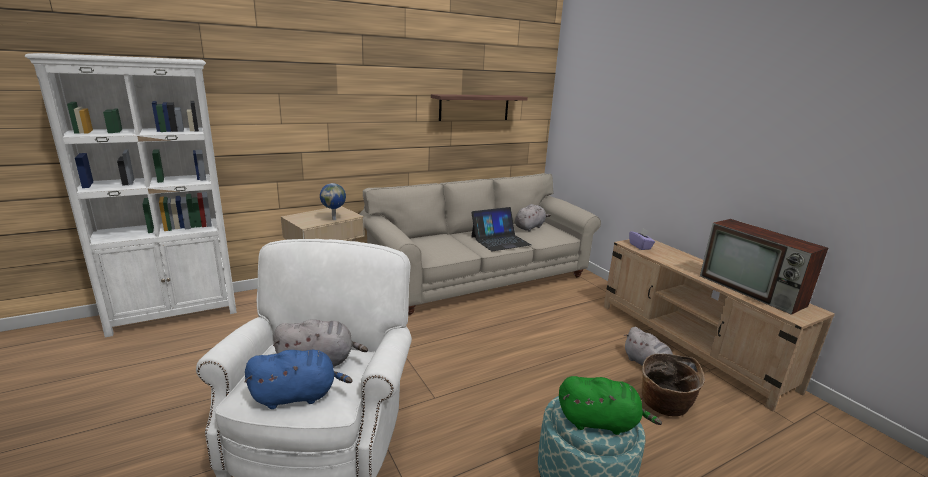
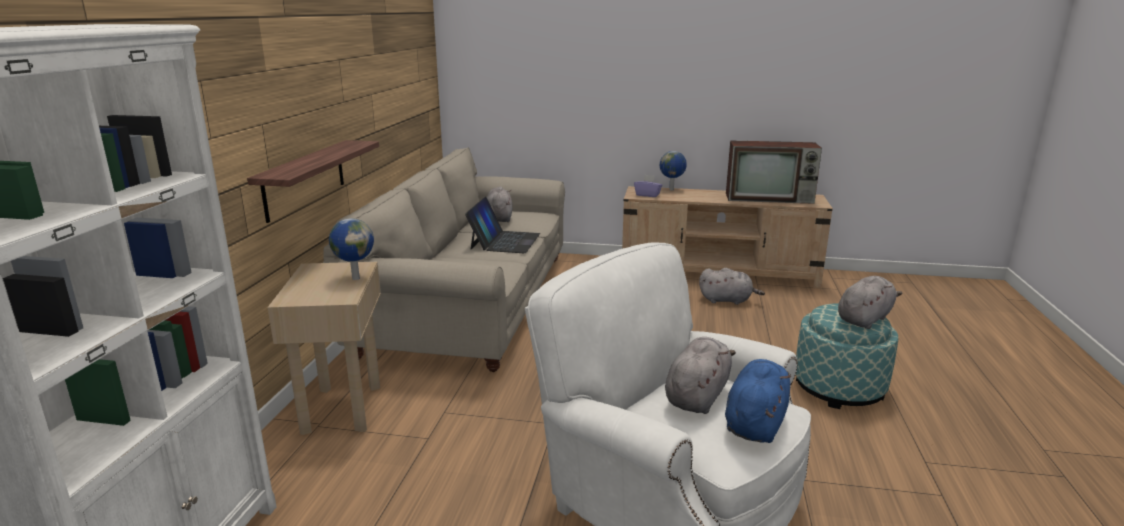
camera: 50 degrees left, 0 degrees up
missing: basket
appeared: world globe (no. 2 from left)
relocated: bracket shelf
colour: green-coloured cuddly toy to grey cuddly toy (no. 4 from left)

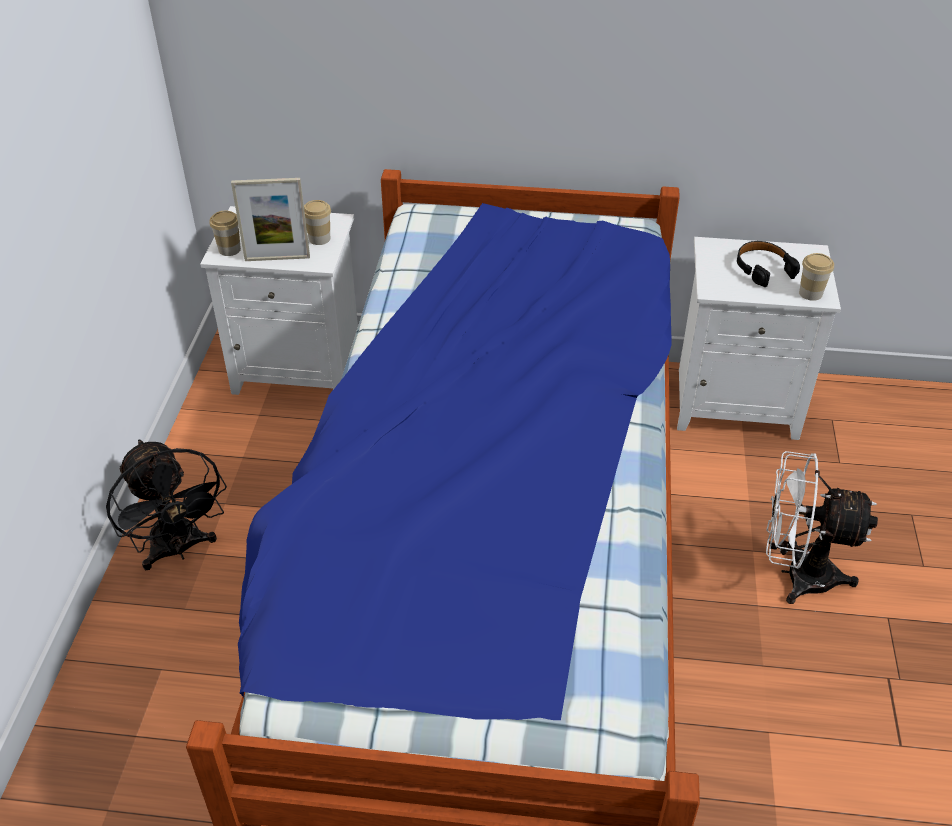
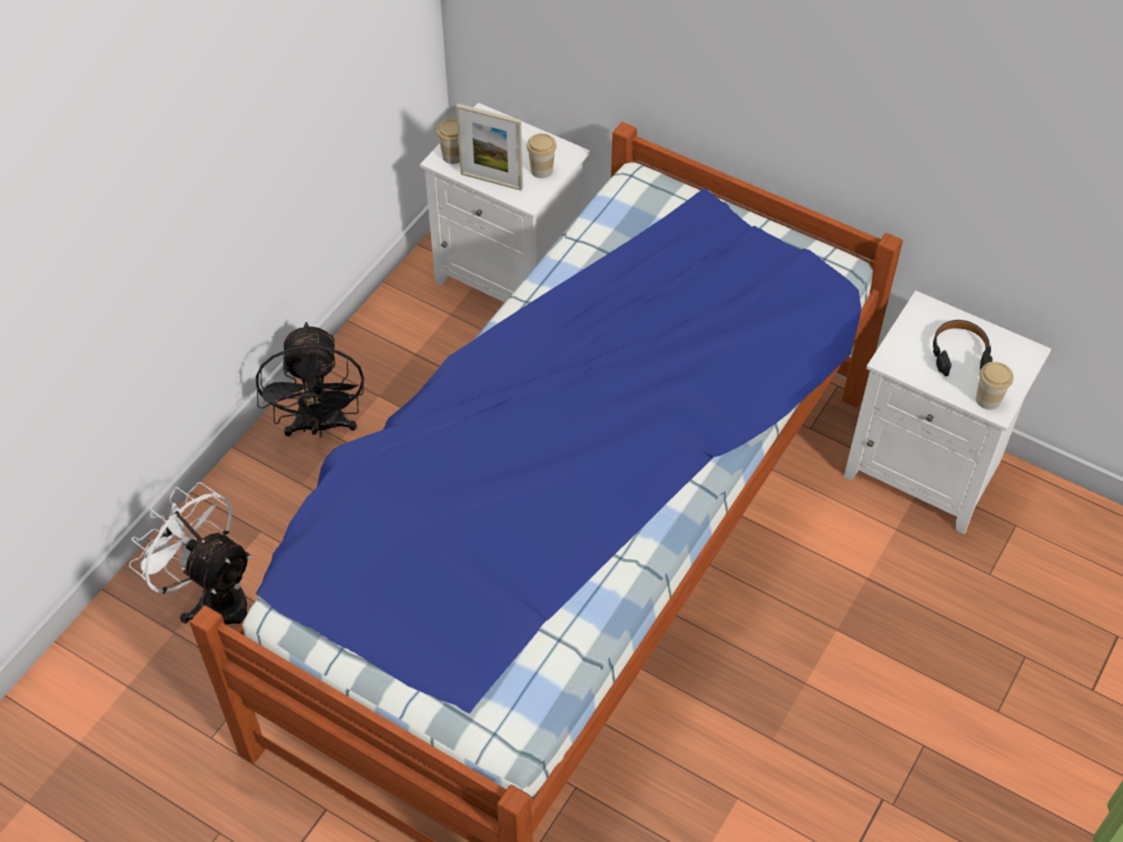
camera: 25 degrees right, 10 degrees up
relocated: white cooling fan

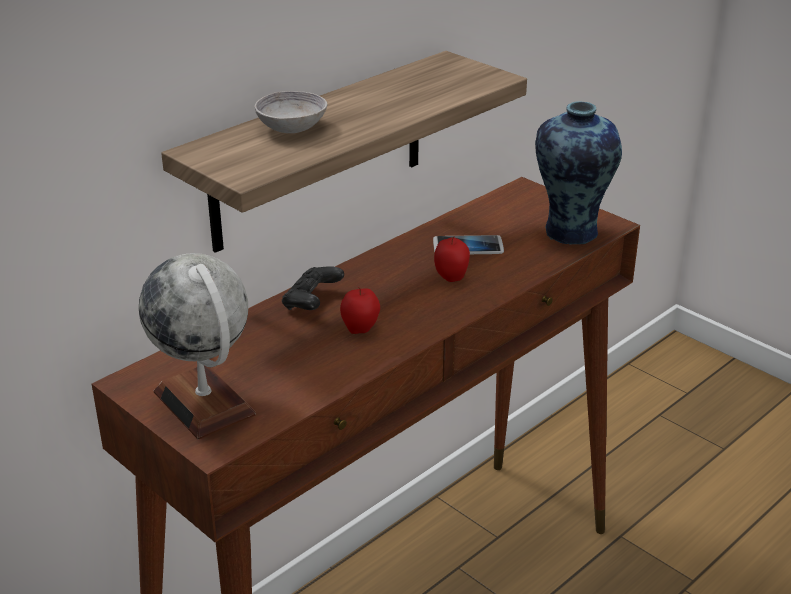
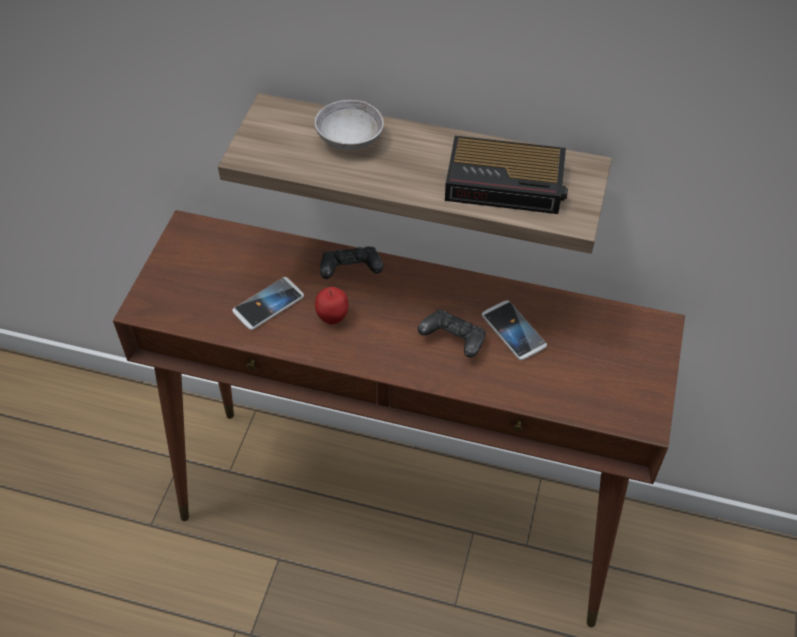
camera: 60 degrees right, 20 degrees up
missing: world globe; decorative vase
appeared: telephone (no. 1 from left); bedside clock
exchanged: whole apple (no. 2 from left) to black-coloured gamepad (no. 2 from left)

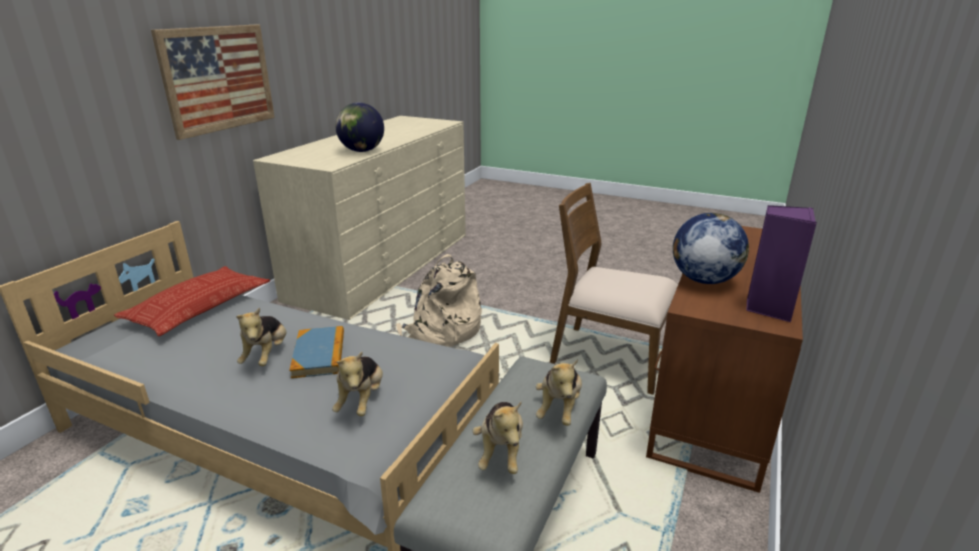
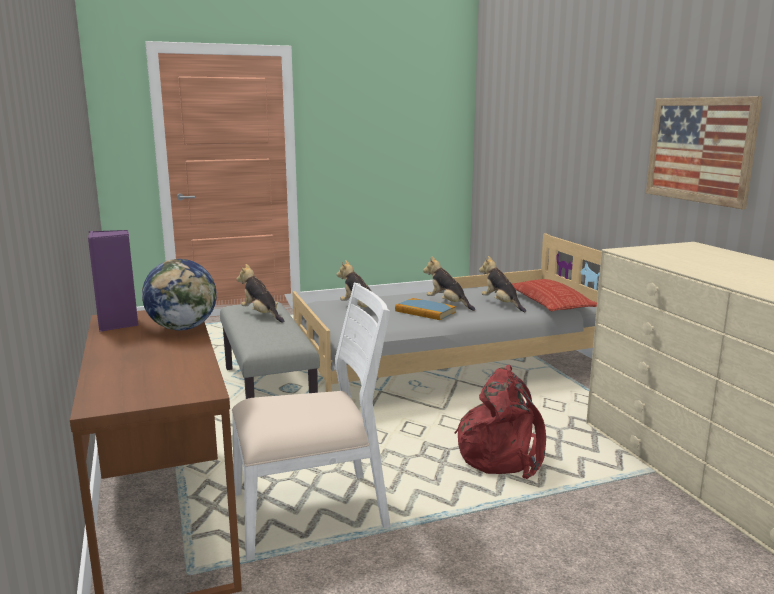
camera: 135 degrees right, 10 degrees down
missing: world globe (no. 1 from left)
relocated: cuddly toy (no. 4 from left)
colour: brown plain chair to white plain chair; sand-coloured backpack to red backpack

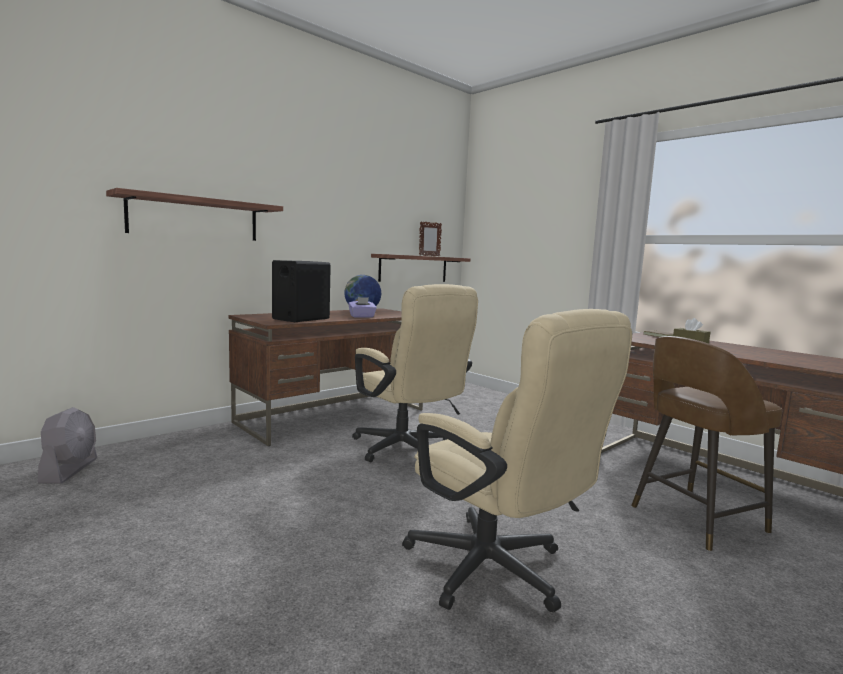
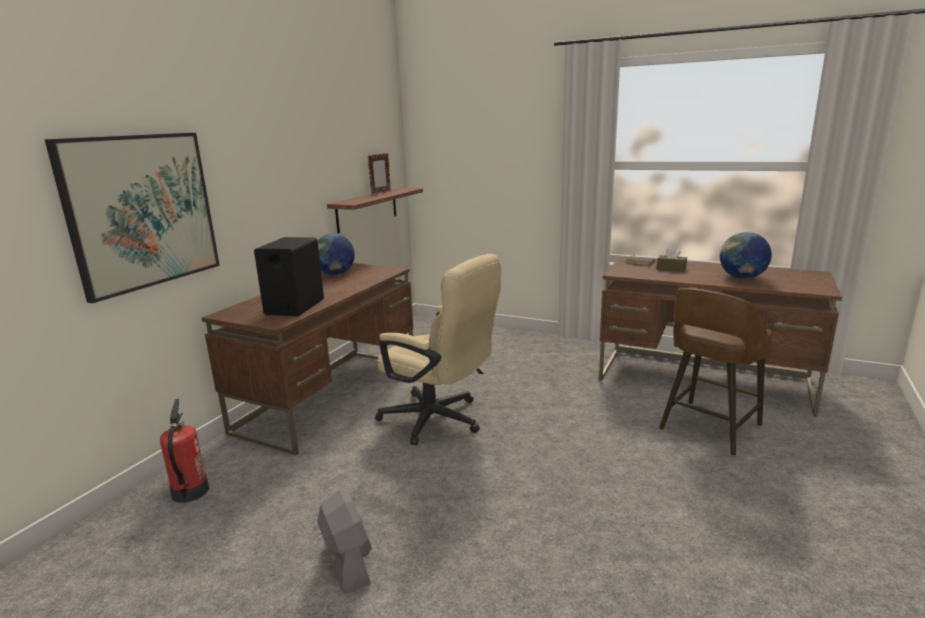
camera: 20 degrees left, 10 degrees up
missing: purplish tissue holder; sand-coloured office chair (no. 2 from left)
appeared: fire extinguisher; world globe (no. 2 from left)
relocated: grey cooling fan
exchanged: bracket shelf (no. 1 from left) to wall picture

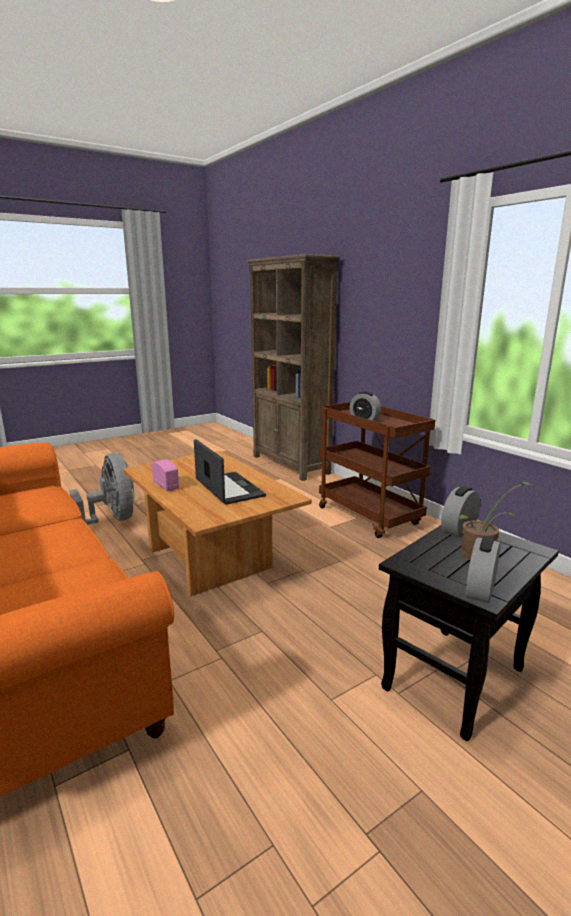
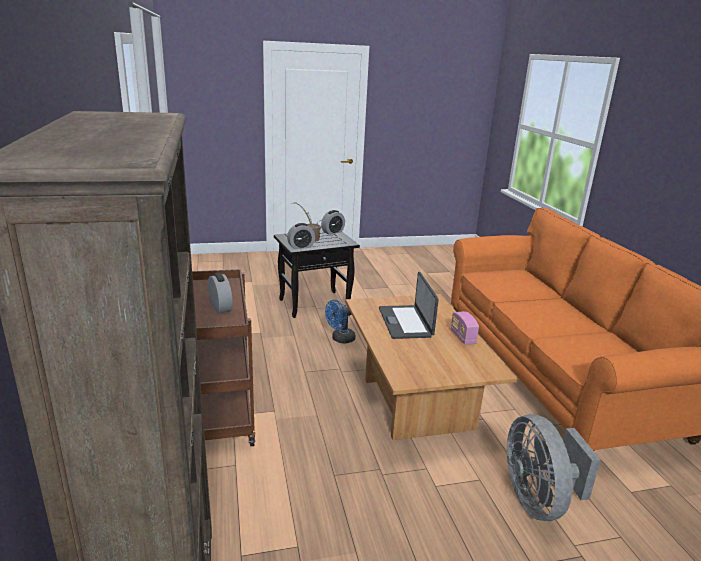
camera: 160 degrees left, 5 degrees up
appeared: blue cooling fan

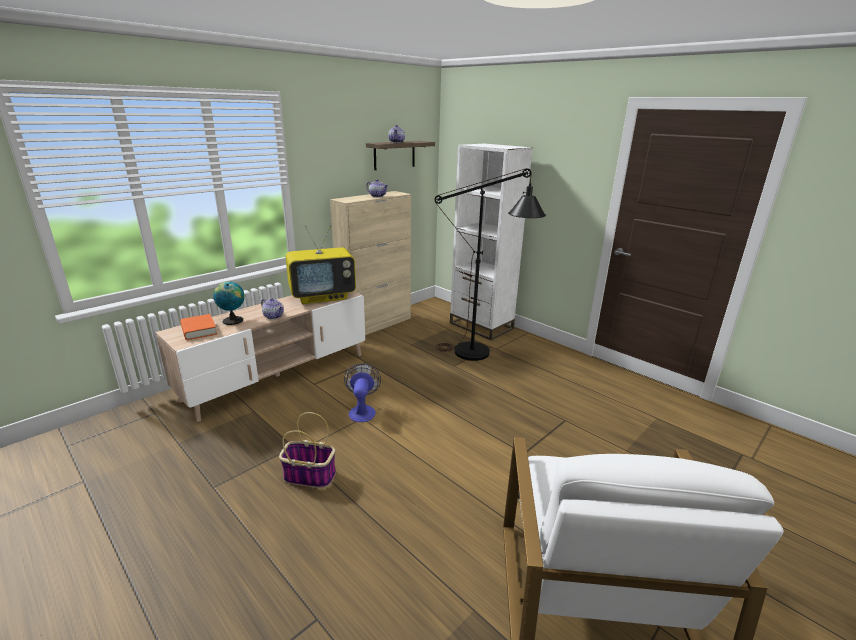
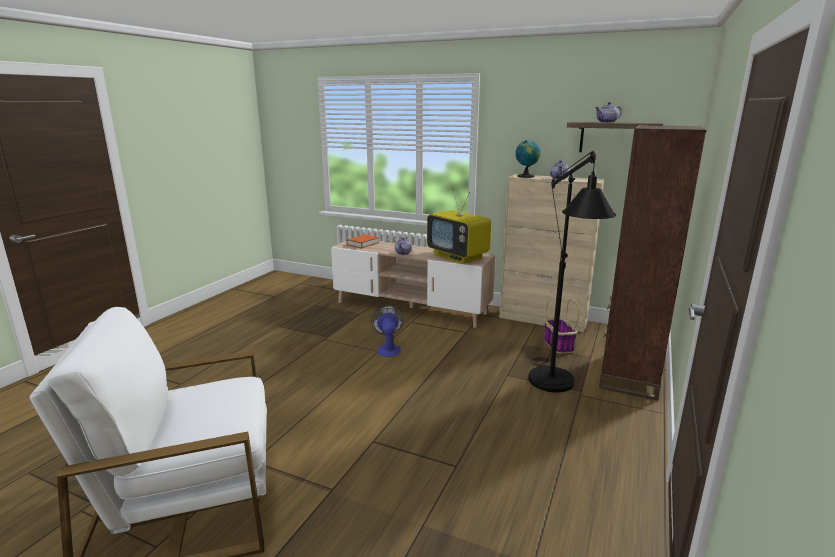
camera: 70 degrees right, 5 degrees down
relocated: world globe; basket
colour: white bookcase to brown bookcase
spun: cooling fan 75 degrees counterclockwise

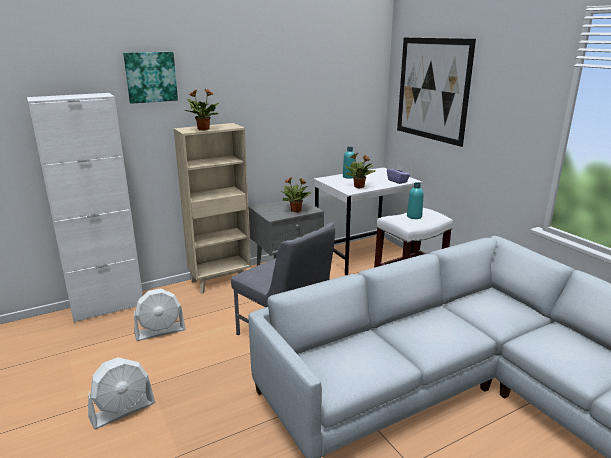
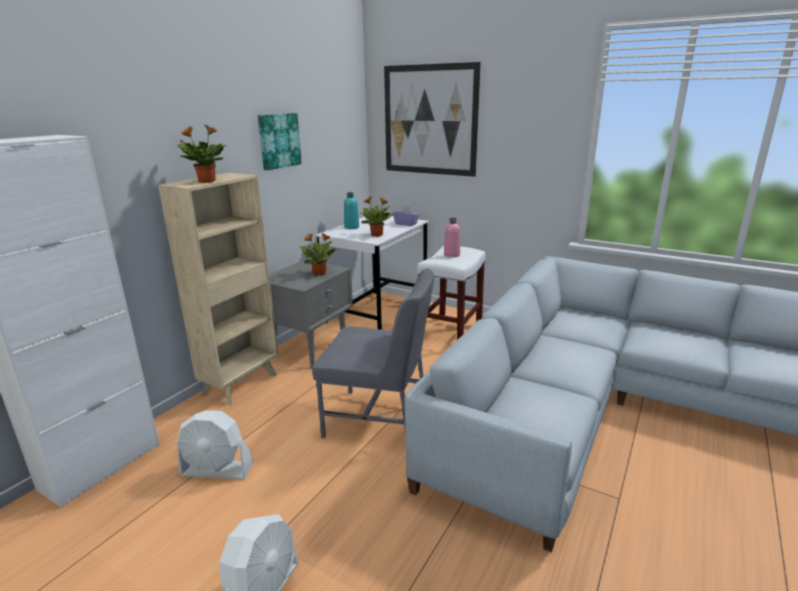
camera: 30 degrees left, 0 degrees up
relocated: wall picture (no. 1 from left)
colour: turquoise-coloured drink bottle (no. 2 from left) to pink drink bottle
spun: white cooling fan (no. 2 from left in the first image) 60 degrees clockwise

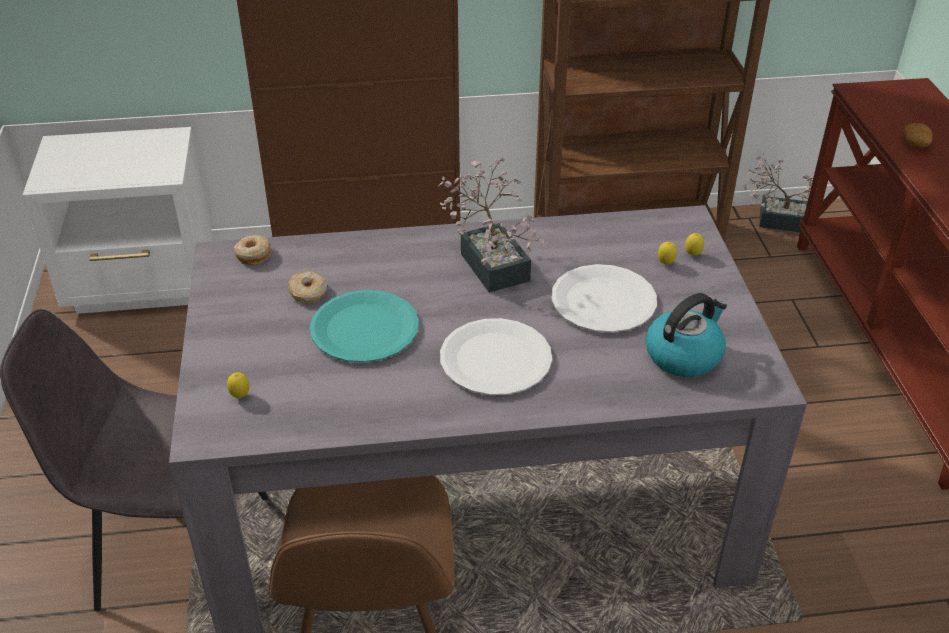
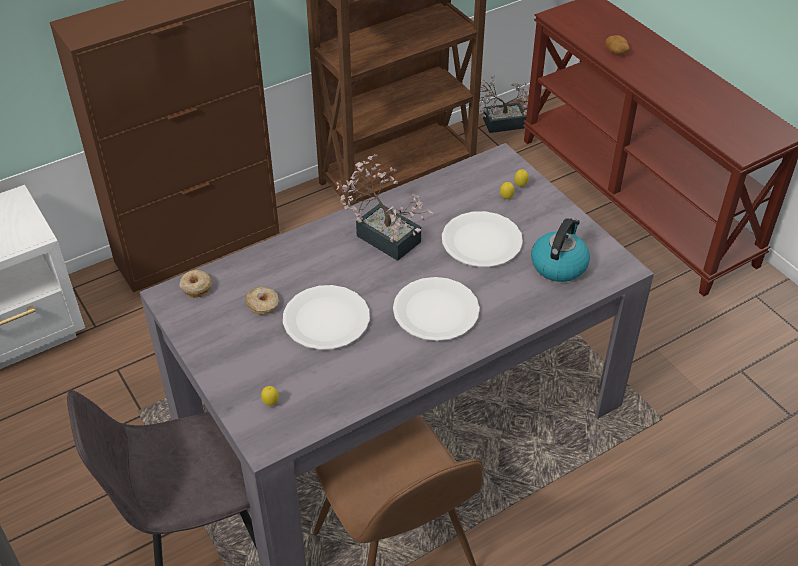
camera: 25 degrees left, 5 degrees up
colour: turquoise-coloured dinner plate to white dinner plate (no. 1 from left)

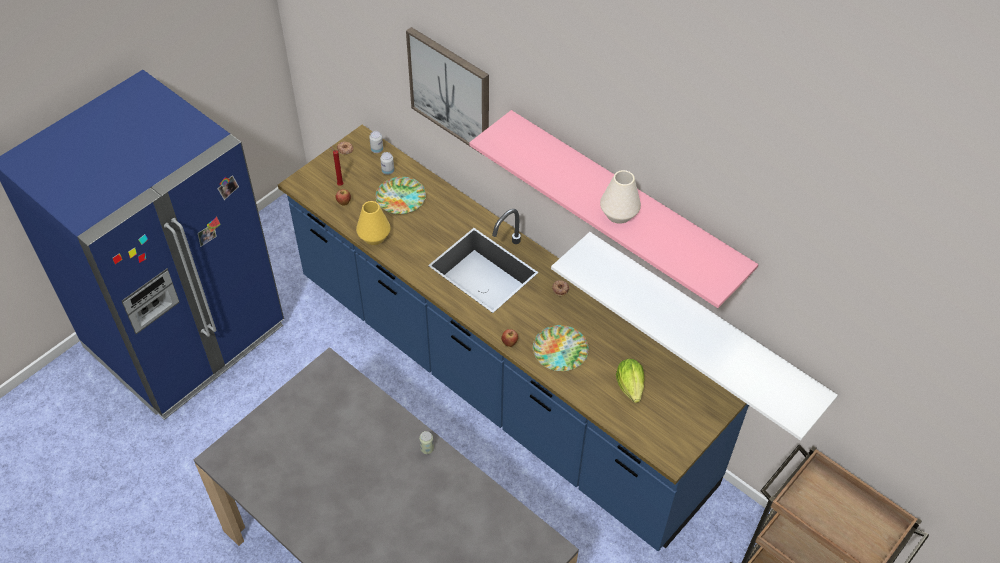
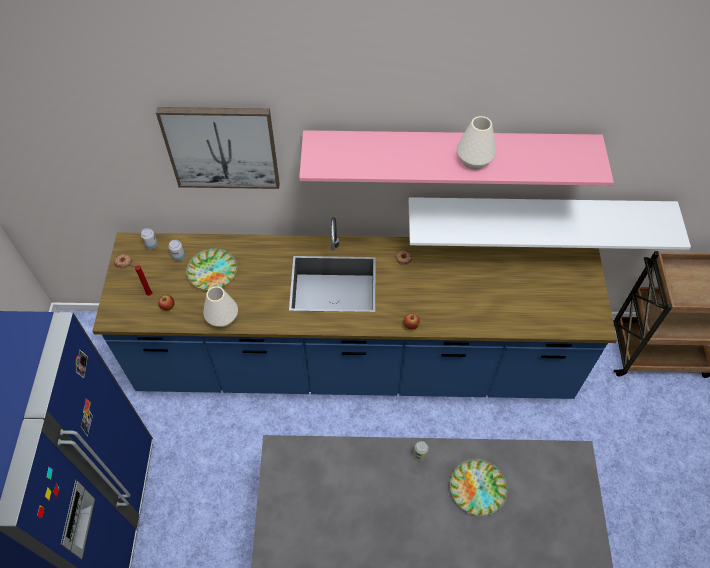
camera: 40 degrees left, 5 degrees up
missing: head of lettuce
relocated: dinner plate (no. 2 from left)
colour: yellowish decorative vase to white decorative vase (no. 1 from left)

